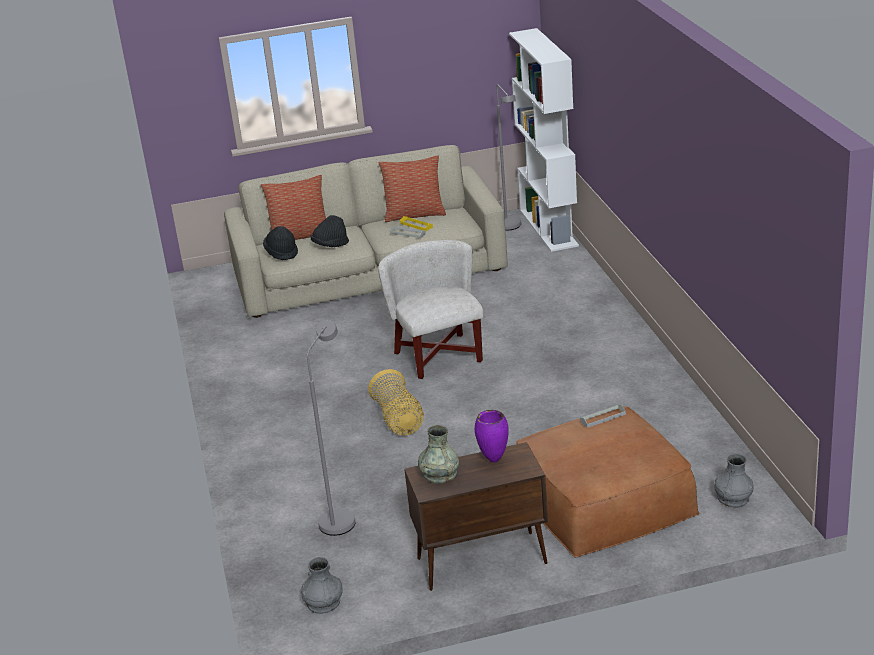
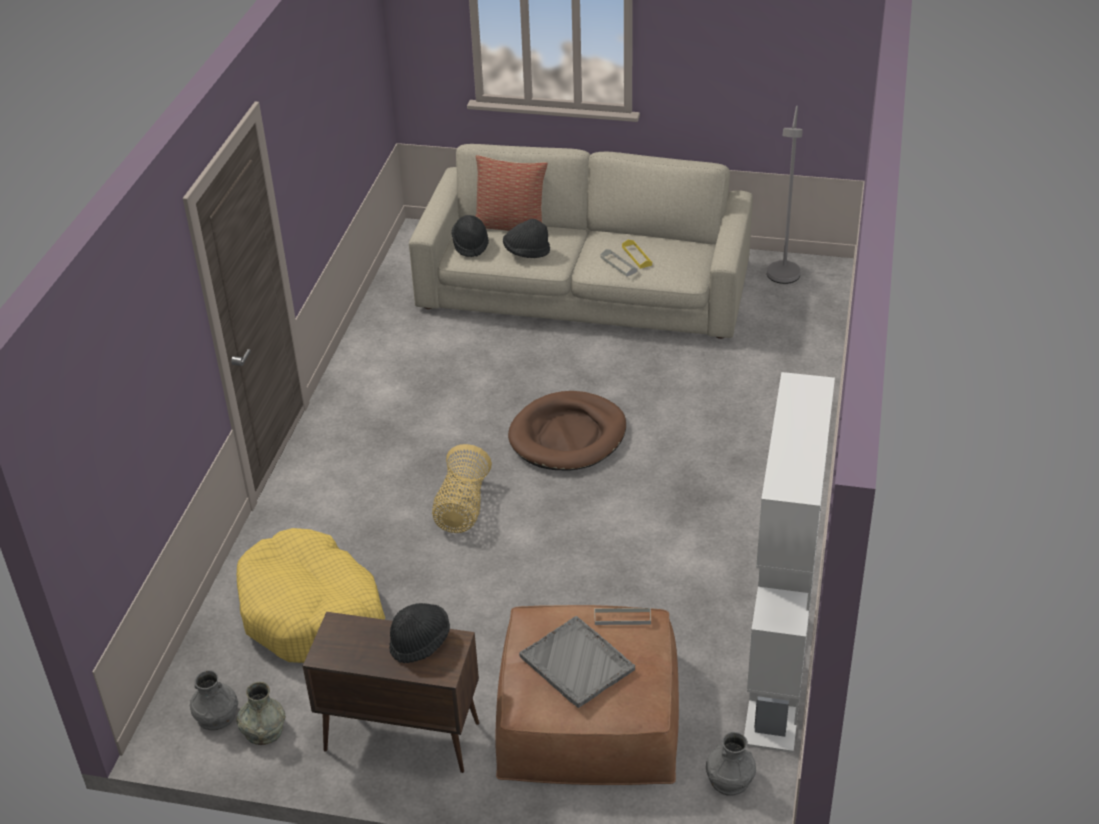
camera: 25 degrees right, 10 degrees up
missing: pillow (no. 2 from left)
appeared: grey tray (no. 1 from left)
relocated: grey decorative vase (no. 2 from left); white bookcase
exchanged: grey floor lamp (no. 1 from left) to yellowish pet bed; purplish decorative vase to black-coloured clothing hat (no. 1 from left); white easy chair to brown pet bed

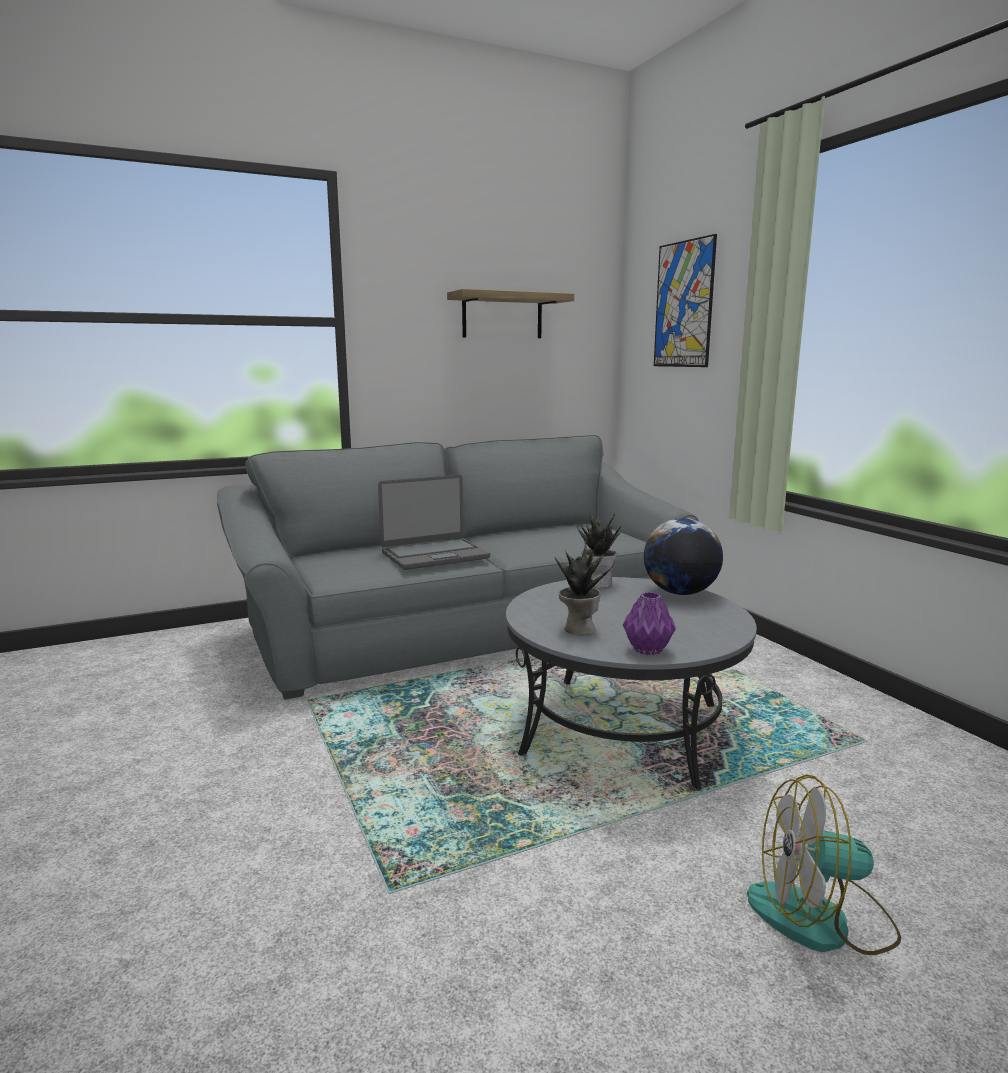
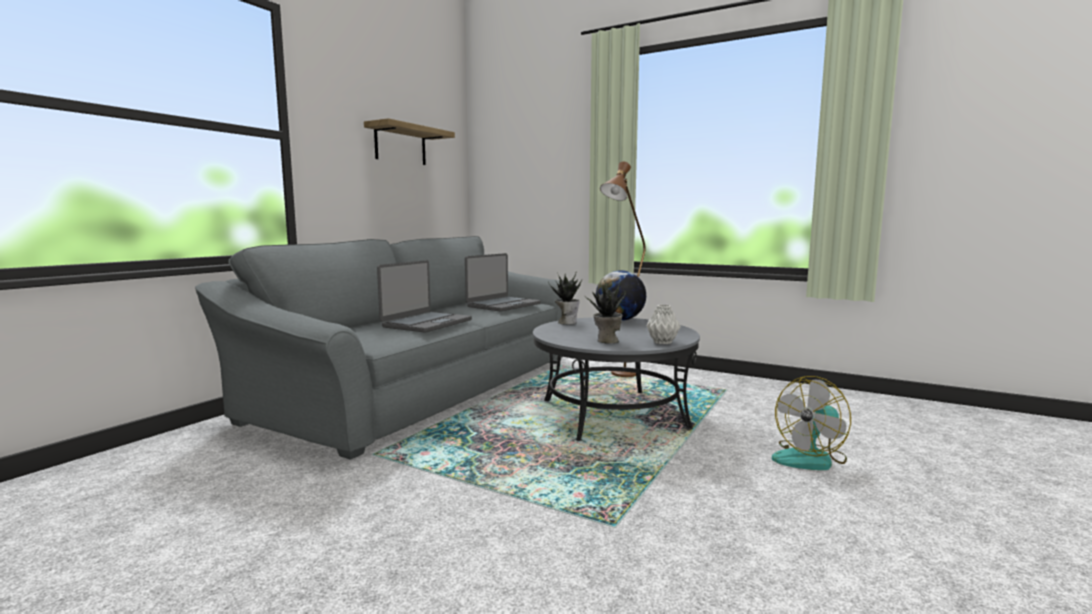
camera: 35 degrees left, 5 degrees down
missing: wall picture
appeared: laptop (no. 2 from left); brown floor lamp
colour: purplish decorative vase to grey decorative vase

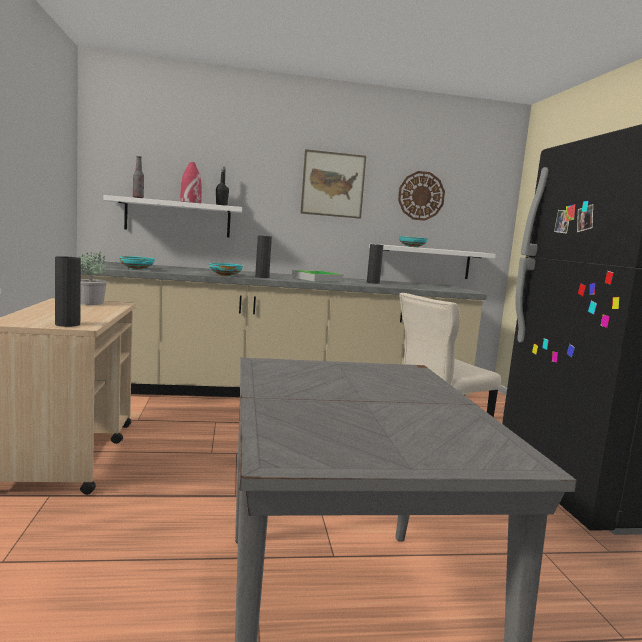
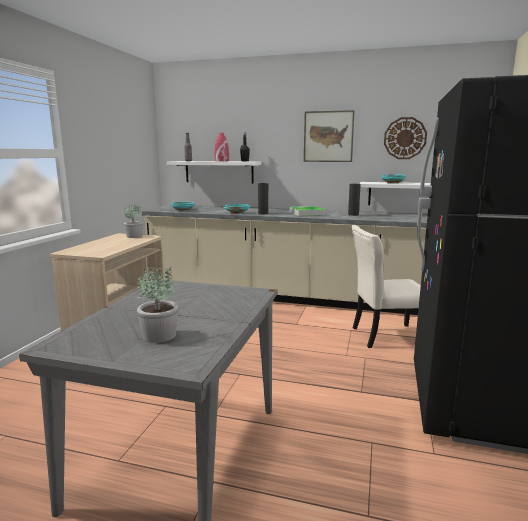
camera: 25 degrees right, 5 degrees up
missing: black-coloured decorative vase (no. 1 from left)
appeared: potted plant (no. 2 from left)

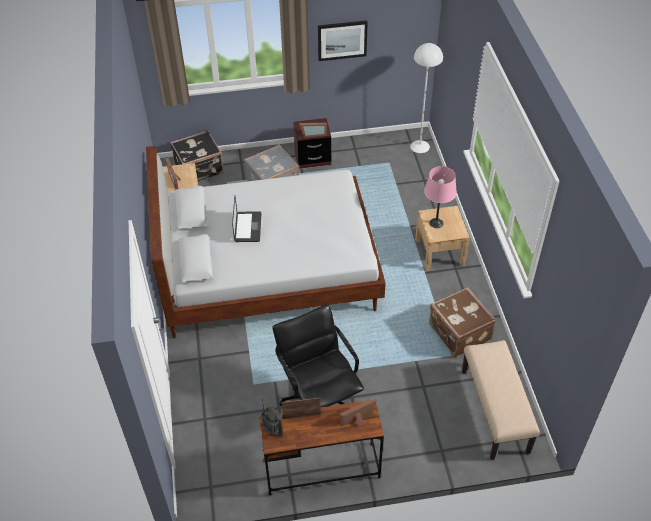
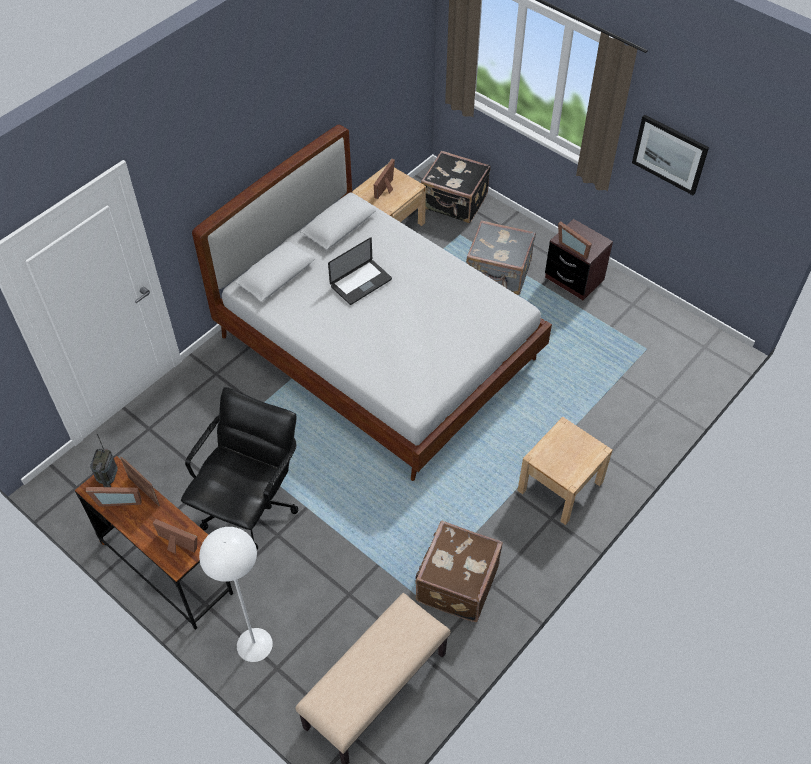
camera: 50 degrees right, 5 degrees up
missing: pink tabletop lamp
appeared: photo frame (no. 1 from left)
relocated: white floor lamp

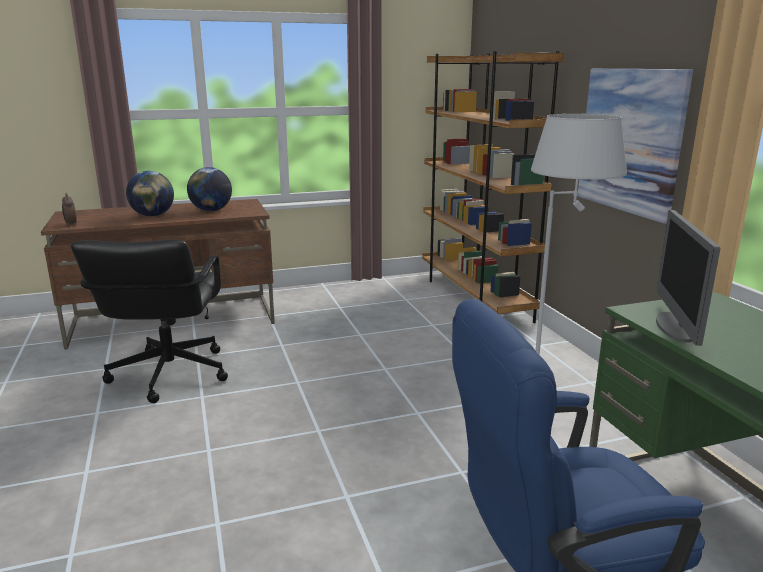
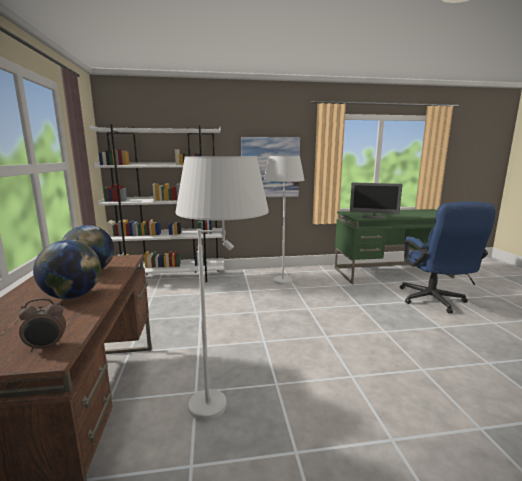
camera: 80 degrees left, 5 degrees down
exchanged: black-coloured office chair to white floor lamp (no. 1 from left)
colour: brown bookcase to white bookcase

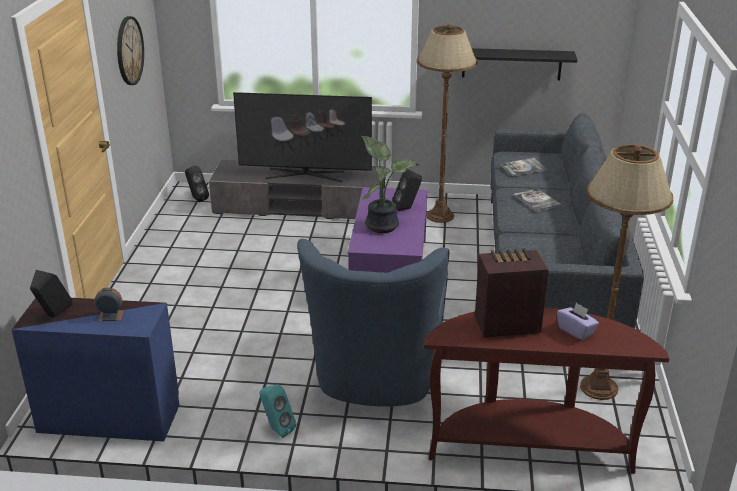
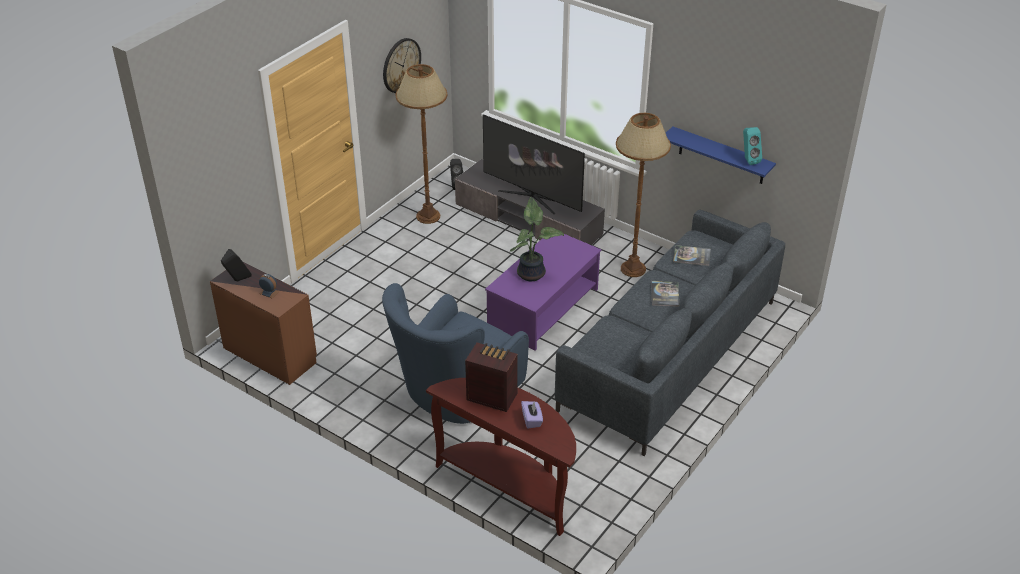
camera: 30 degrees right, 10 degrees up
missing: black-coloured speaker (no. 3 from left)
relocated: brown floor lamp (no. 2 from left in the first image) to brown floor lamp (no. 1 from left); turquoise-coloured speaker
colour: blue chest of drawers to brown chest of drawers; black-coloured bracket shelf to blue bracket shelf

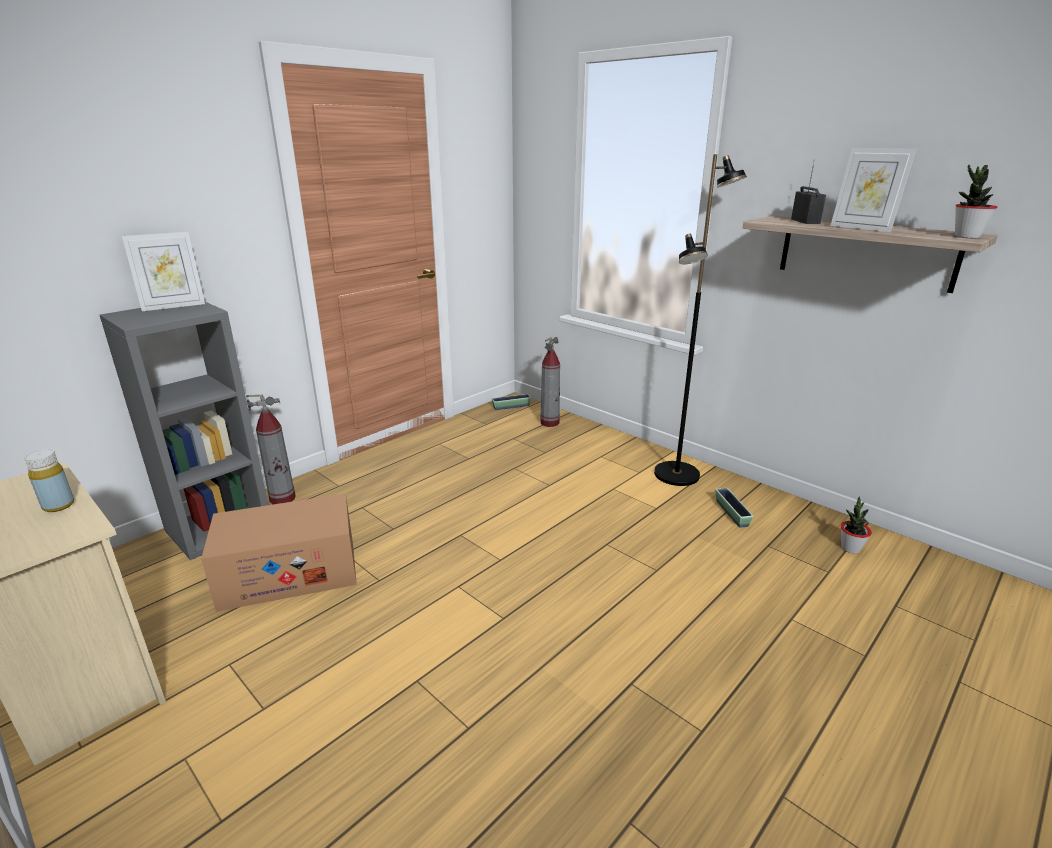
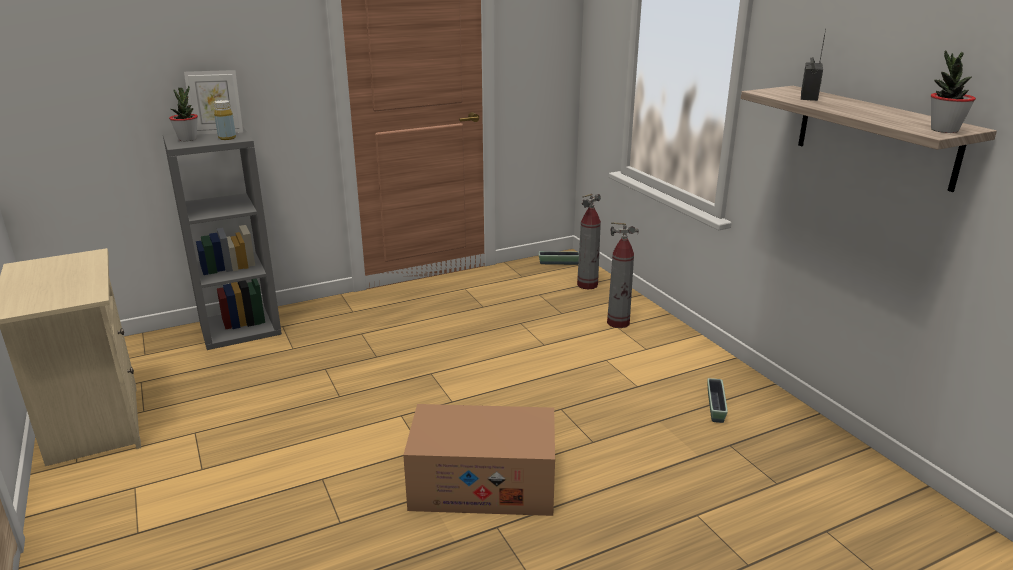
camera: 20 degrees right, 0 degrees up
missing: black-coloured floor lamp; photo frame (no. 2 from left)
relocated: potted plant (no. 1 from left); yellowish drink bottle; carton; fire extinguisher (no. 1 from left in the first image) to fire extinguisher (no. 2 from left)

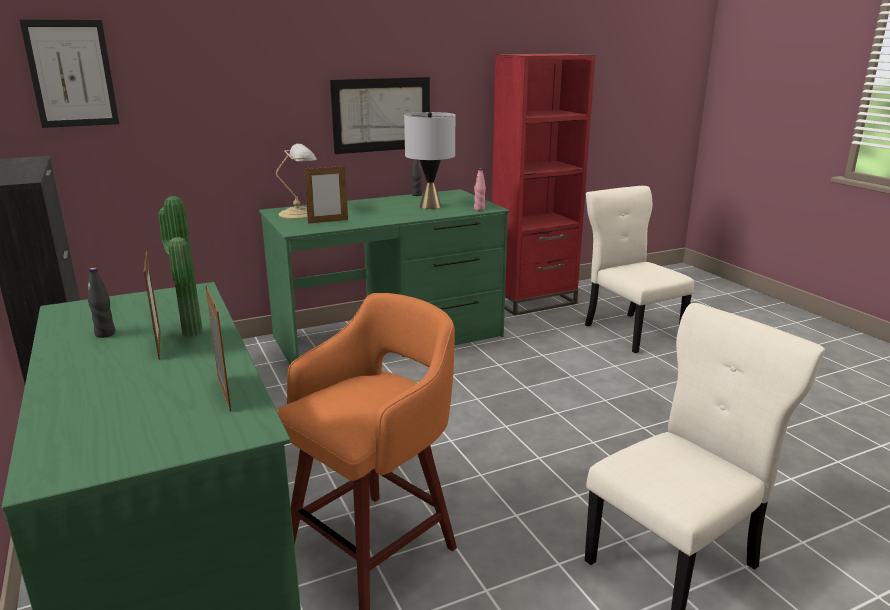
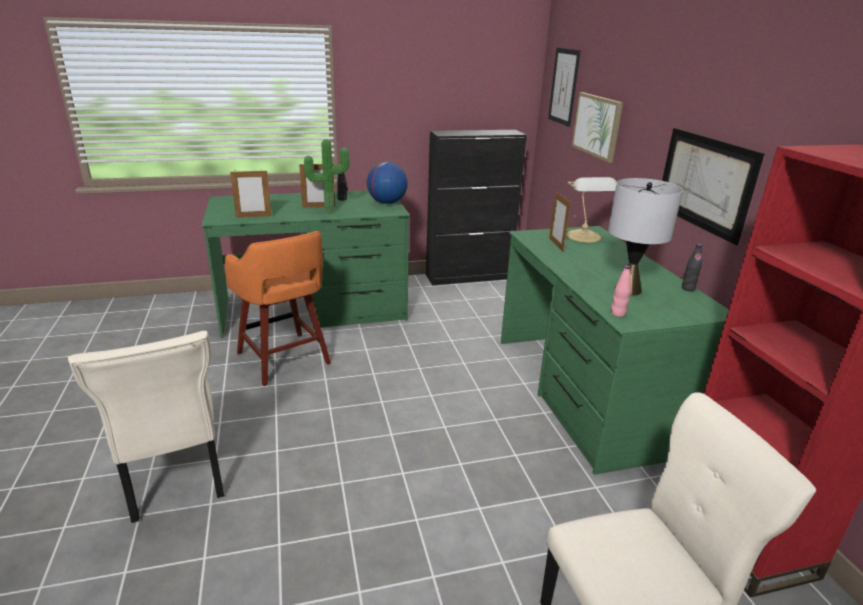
camera: 100 degrees right, 5 degrees up
appeared: world globe; wall picture (no. 2 from left)

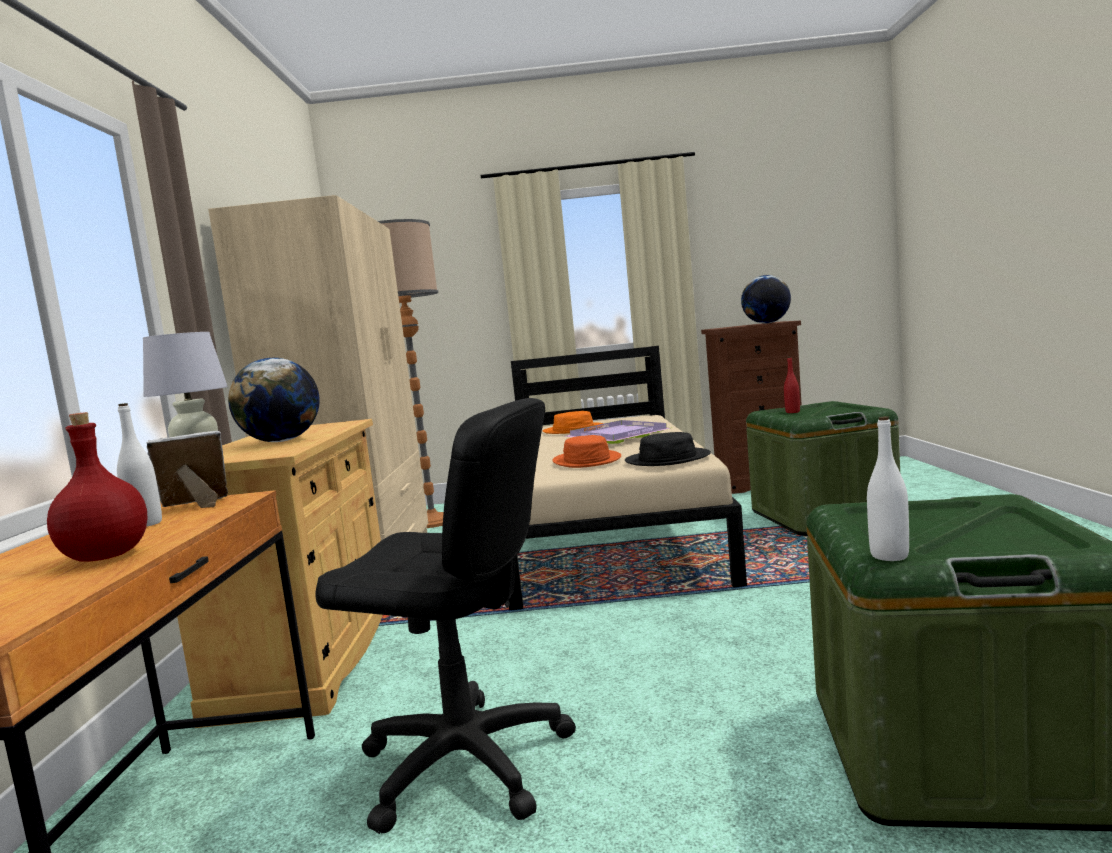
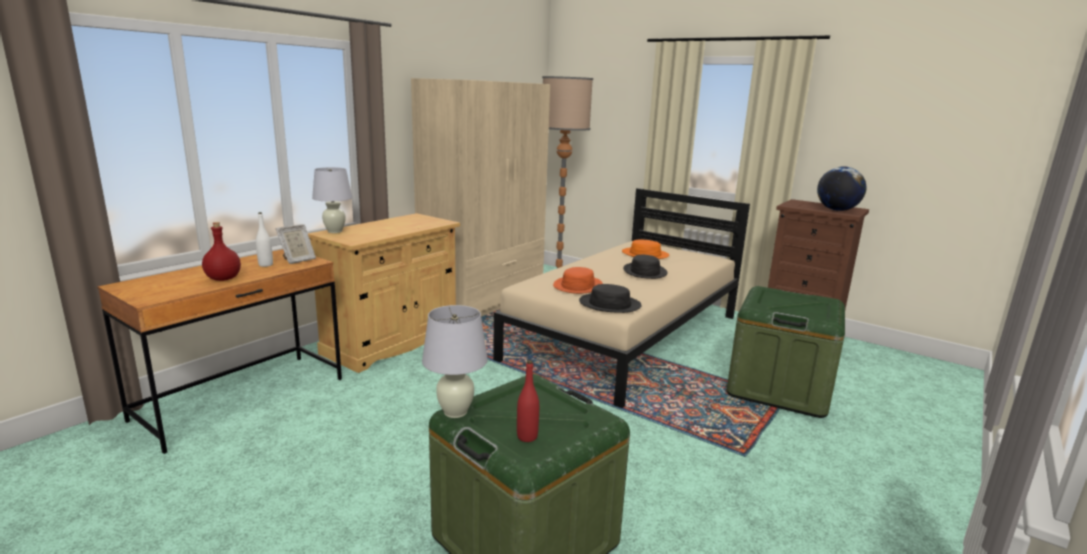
camera: 35 degrees right, 10 degrees up
missing: world globe (no. 1 from left); black-coloured office chair
relocated: red drink bottle (no. 2 from left)
exchanged: white drink bottle (no. 2 from left) to white tabletop lamp (no. 2 from left); purplish tray to black-coloured clothing hat (no. 2 from left)
spun: photo frame 120 degrees clockwise

